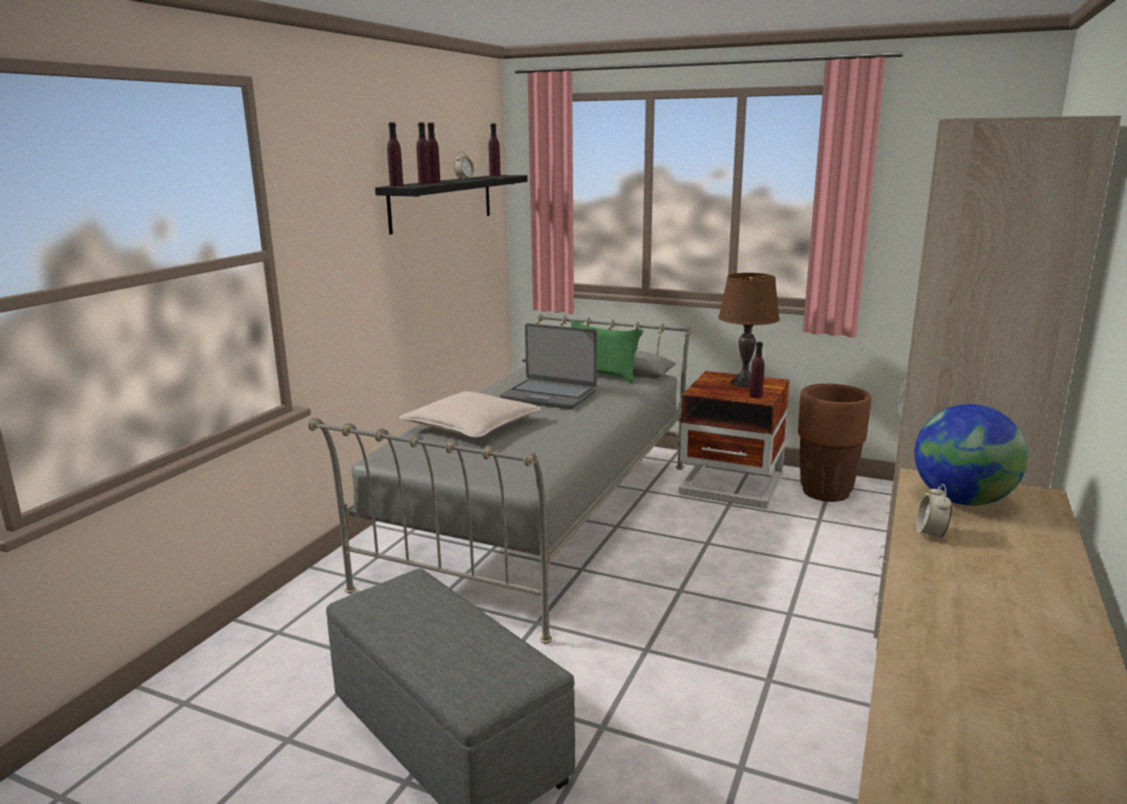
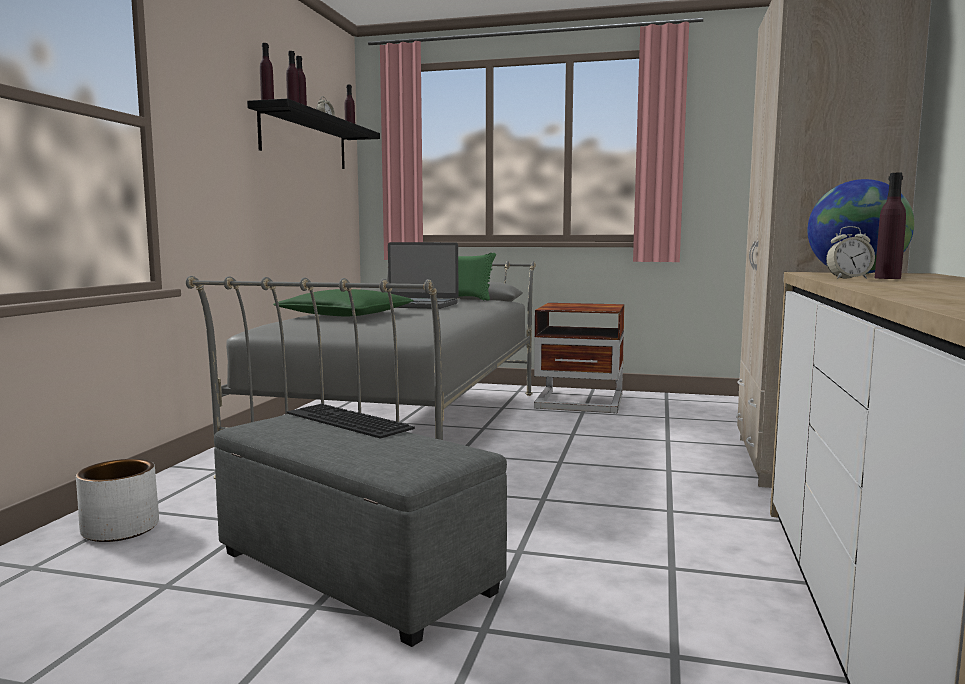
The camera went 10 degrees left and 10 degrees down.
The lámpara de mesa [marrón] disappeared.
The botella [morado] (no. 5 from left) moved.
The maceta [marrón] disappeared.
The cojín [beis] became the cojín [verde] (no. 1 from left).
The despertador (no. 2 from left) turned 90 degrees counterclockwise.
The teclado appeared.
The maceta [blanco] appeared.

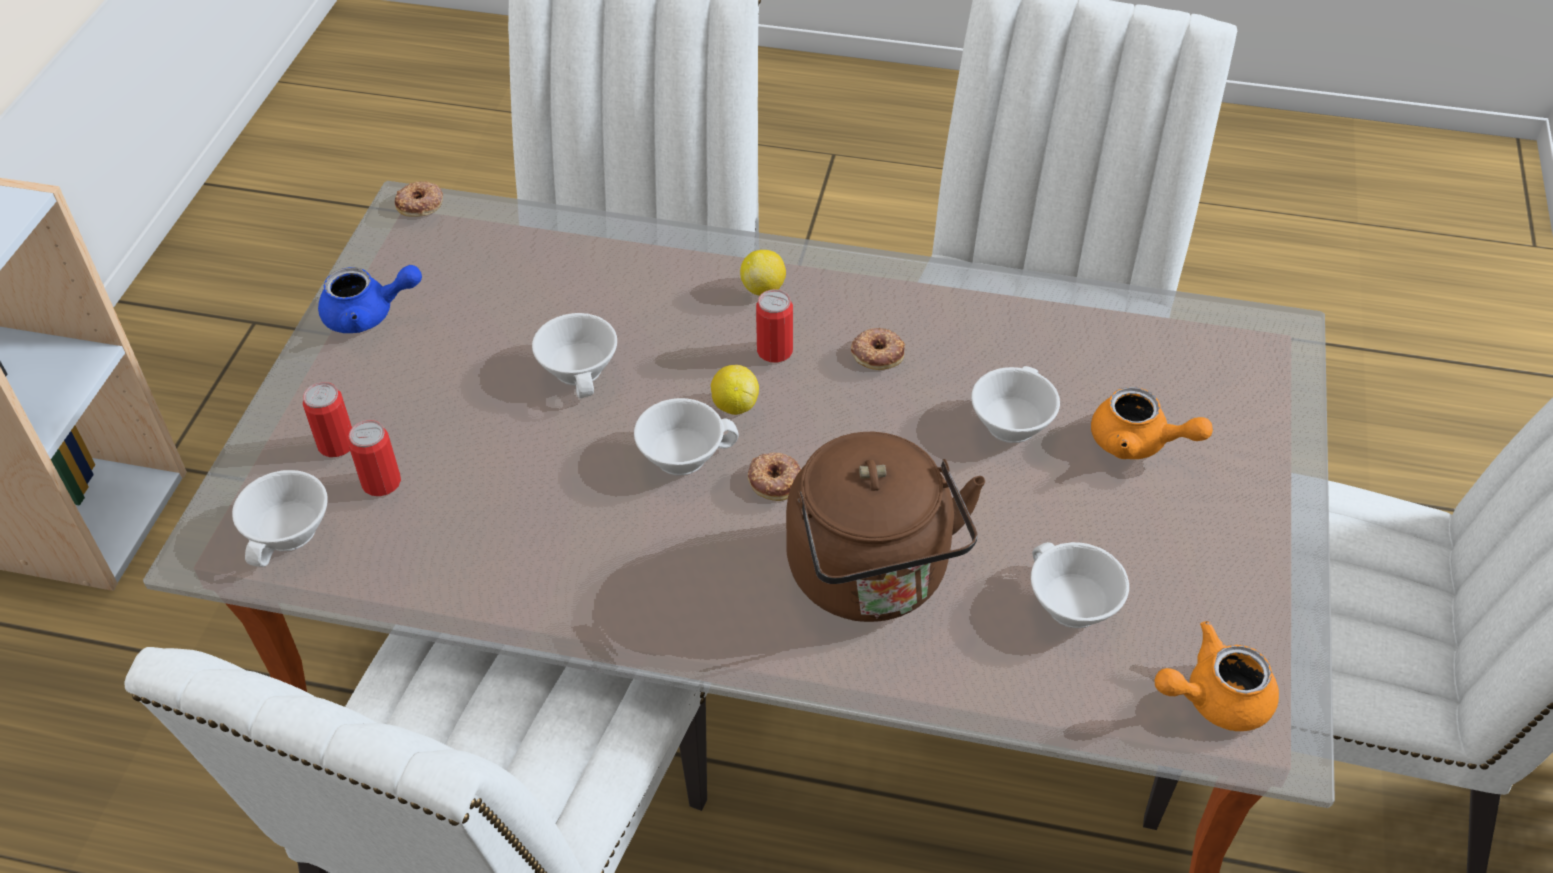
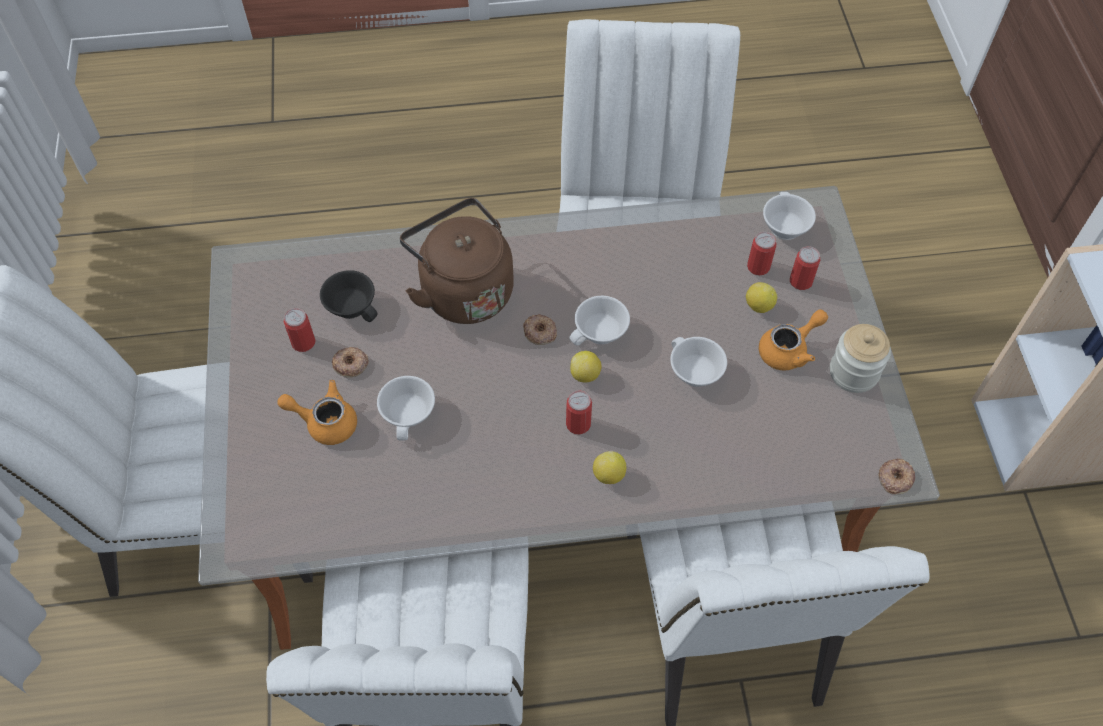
The camera went 160 degrees right and 10 degrees up.
The tetera [azul] was replaced by the tarro.
The rosquilla (no. 3 from left in the first image) moved.
The taza [blanco] (no. 5 from left) became the taza [negro].
The tetera [naranja] (no. 2 from left) moved.
The limón (no. 3 from left) appeared.
The lata (no. 1 from left) appeared.

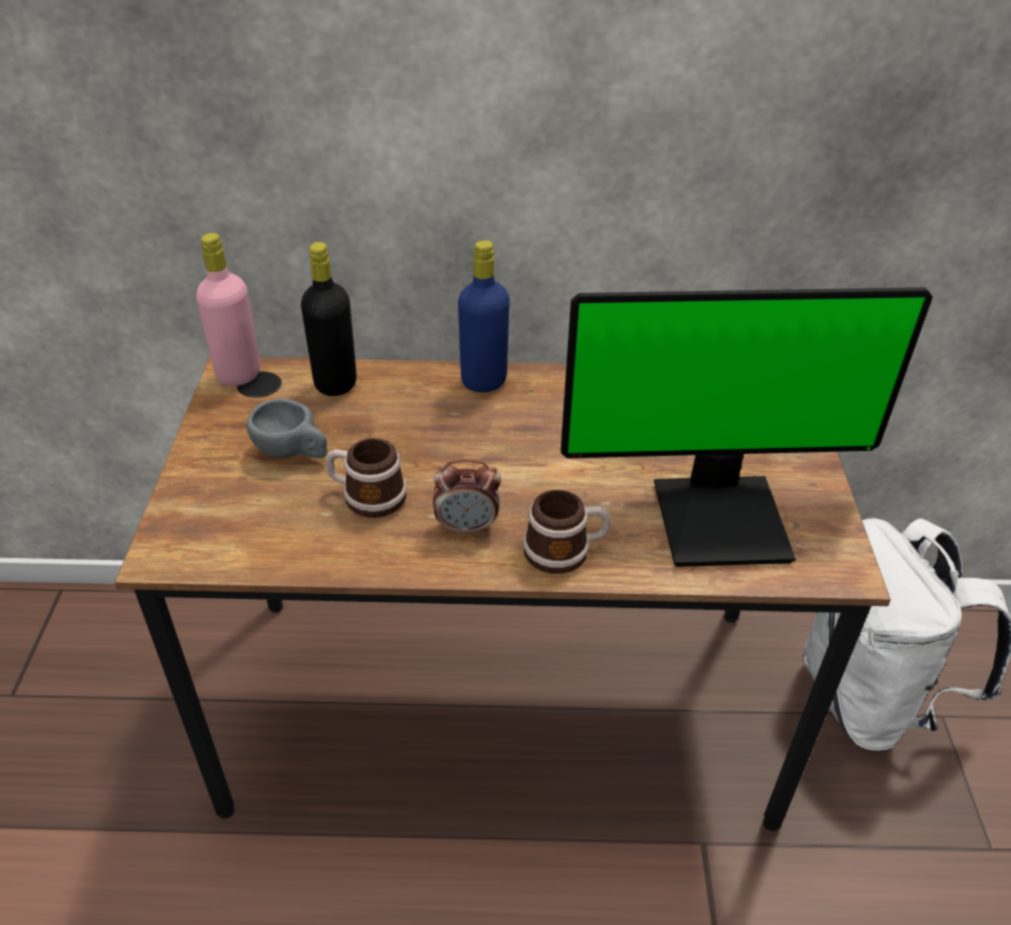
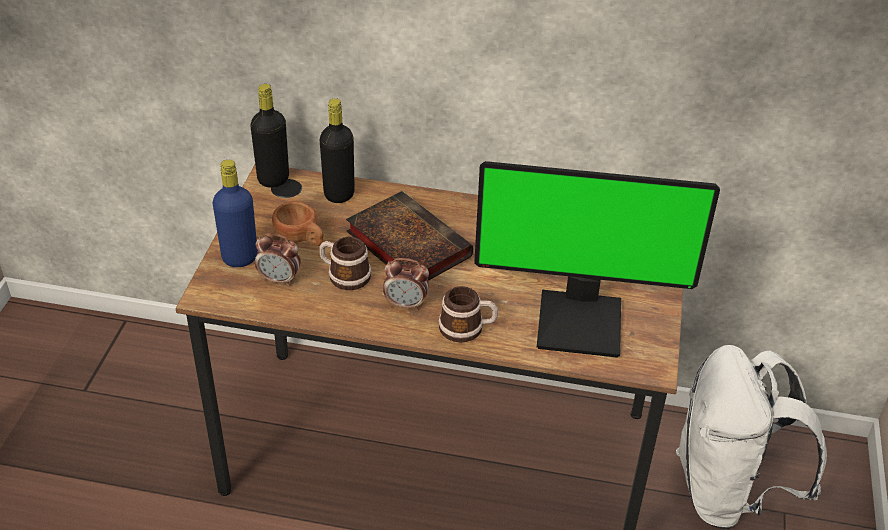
The camera went 10 degrees right and 0 degrees up.
The botella [rosa] became the botella [negro] (no. 1 from left).
The botella [azul] moved.
The taza [gris] became the taza [marrón].
The libro appeared.
The despertador (no. 1 from left) appeared.

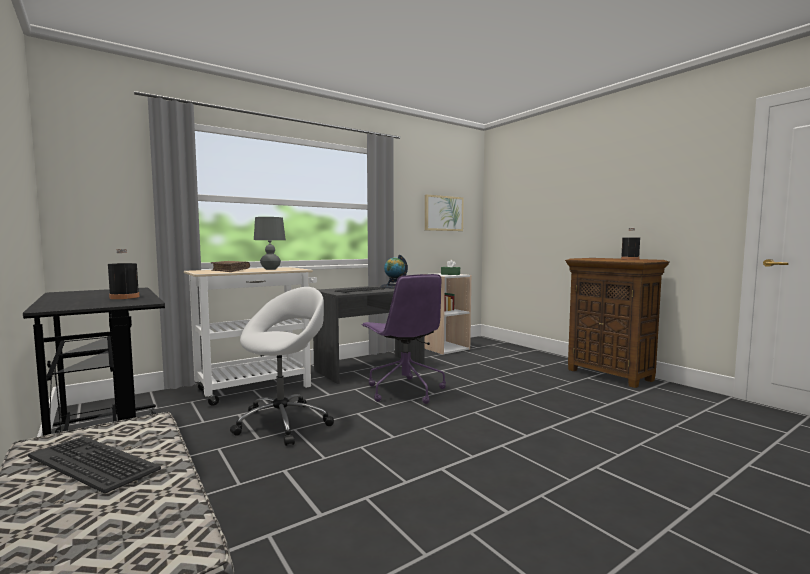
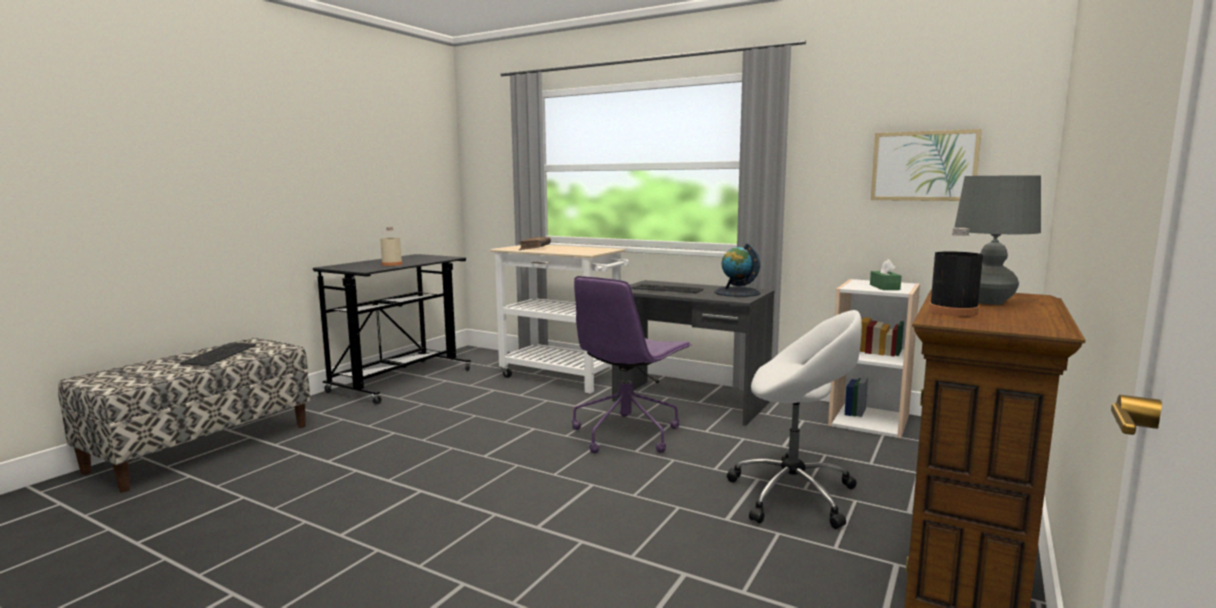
The camera went 65 degrees right and 5 degrees up.
The lámpara de mesa [gris] moved.
The botella [negro] (no. 1 from left) became the botella [beis].
The silla de oficina [blanco] moved.

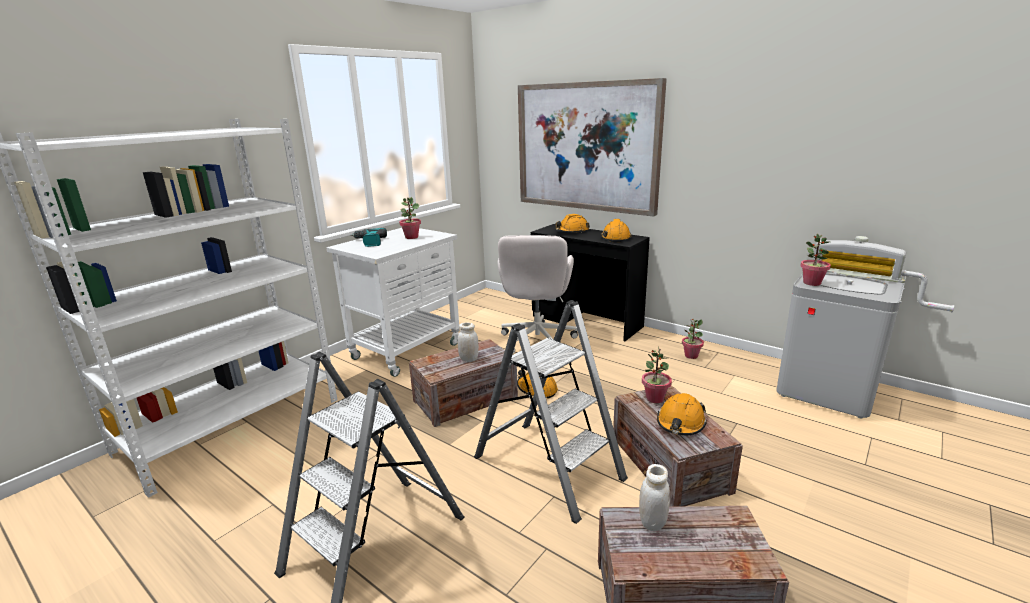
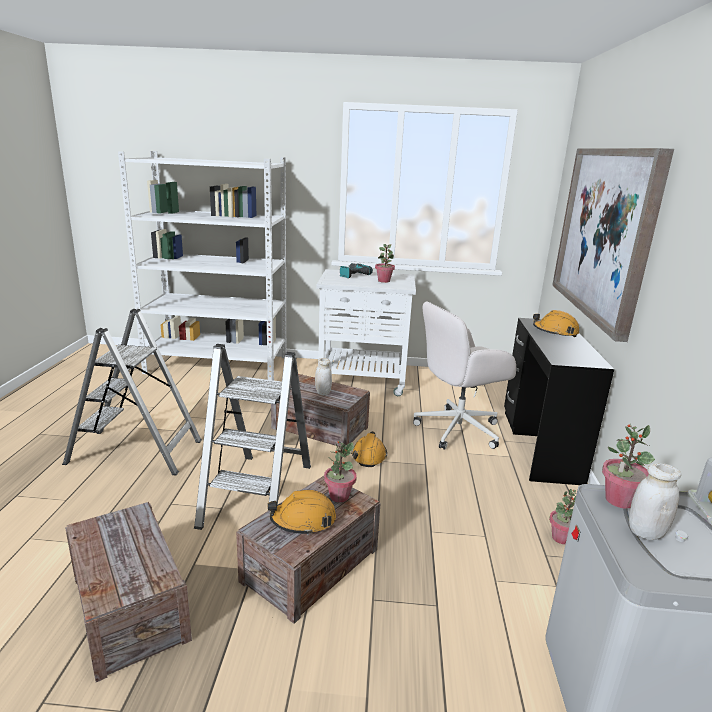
The camera went 55 degrees right and 0 degrees up.
The casco [naranja] (no. 3 from left) disappeared.
The tarro [blanco] (no. 2 from left) moved.

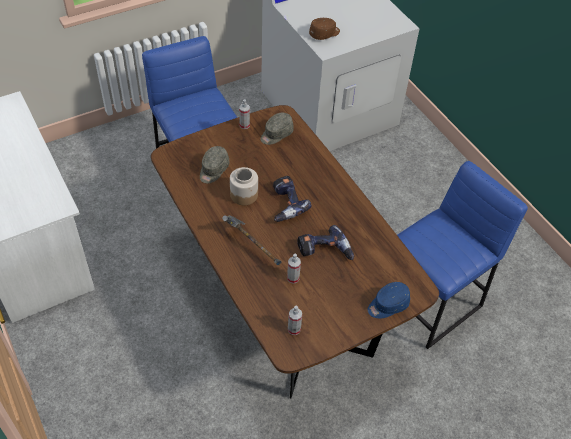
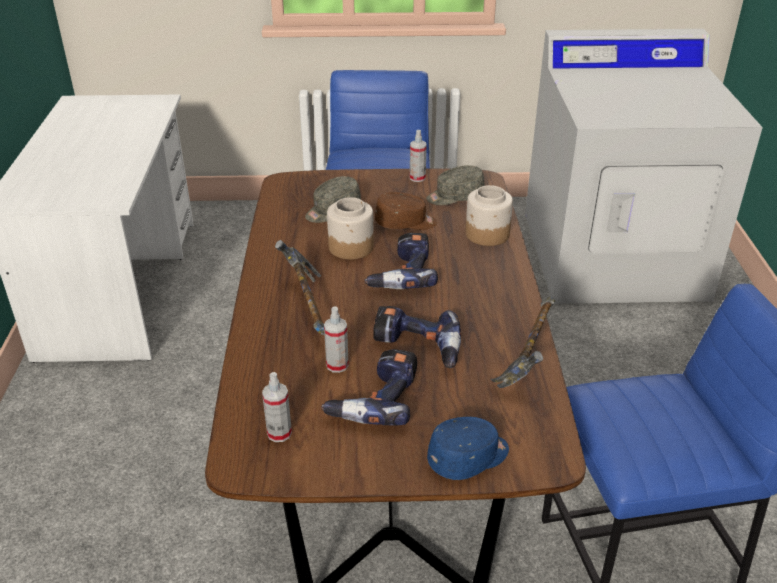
The camera went 30 degrees right and 15 degrees down.
The gorra [marrón] moved.
The gorra [azul] turned 150 degrees clockwise.
The tarro (no. 2 from left) appeared.
The martillo (no. 2 from left) appeared.
The taladro (no. 1 from left) appeared.

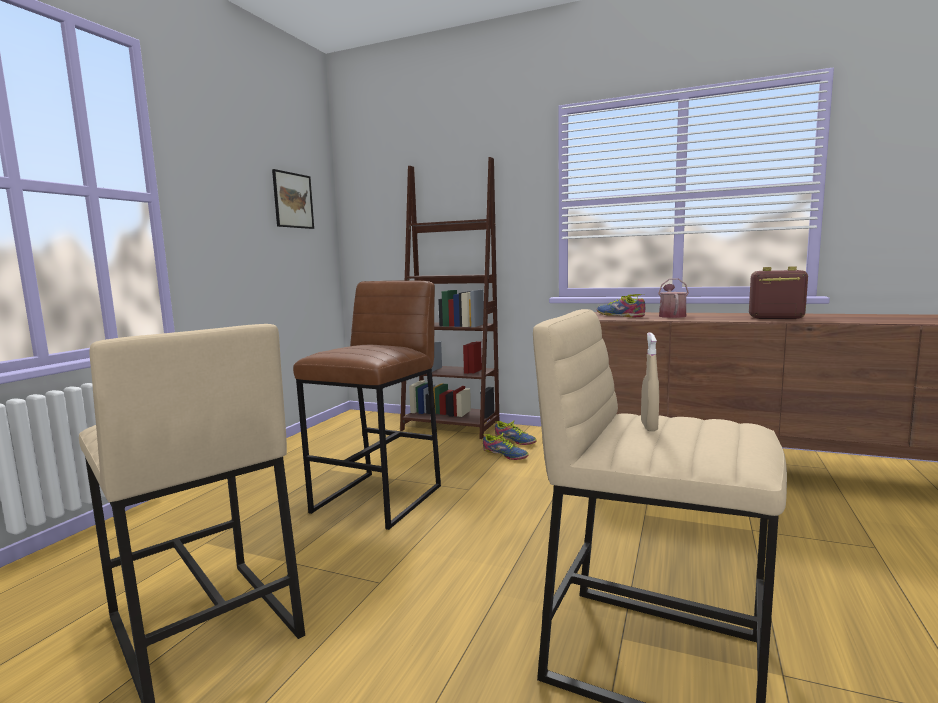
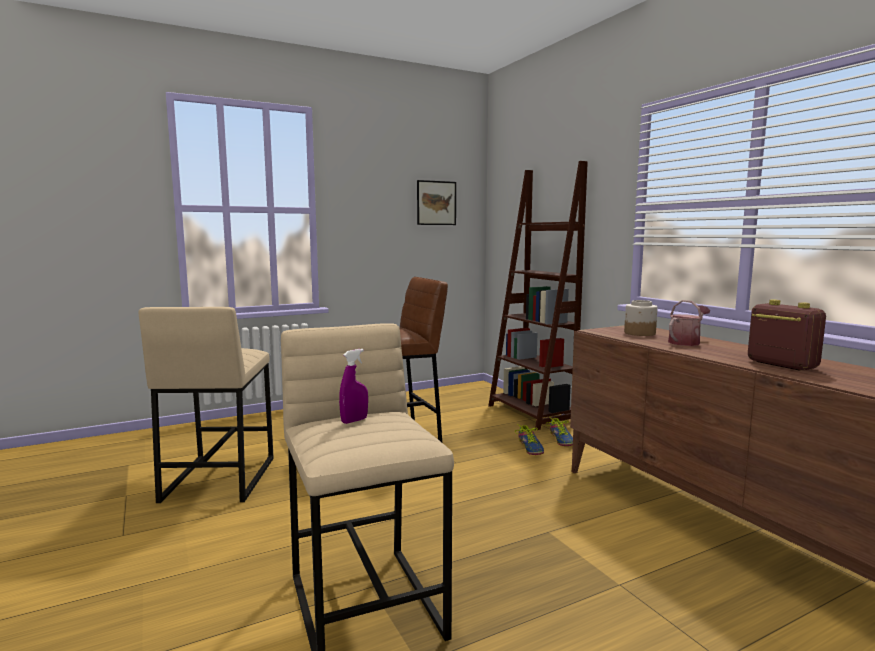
The camera went 40 degrees right and 0 degrees up.
The zapato (no. 3 from left) was replaced by the tarro.
The pulverizador [beis] became the pulverizador [morado].

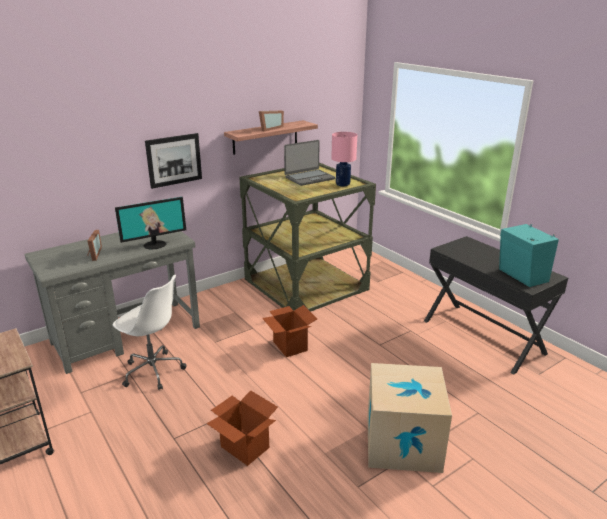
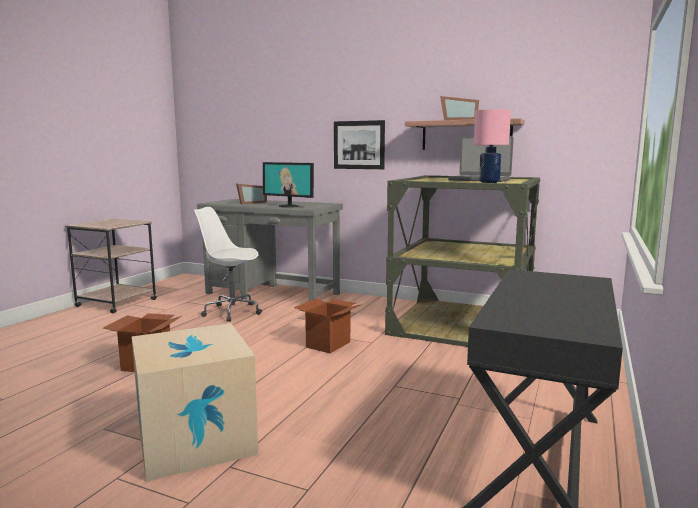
The camera went 60 degrees right and 15 degrees down.
The altavoz [turquesa] disappeared.
The silla de oficina [blanco] turned 105 degrees clockwise.

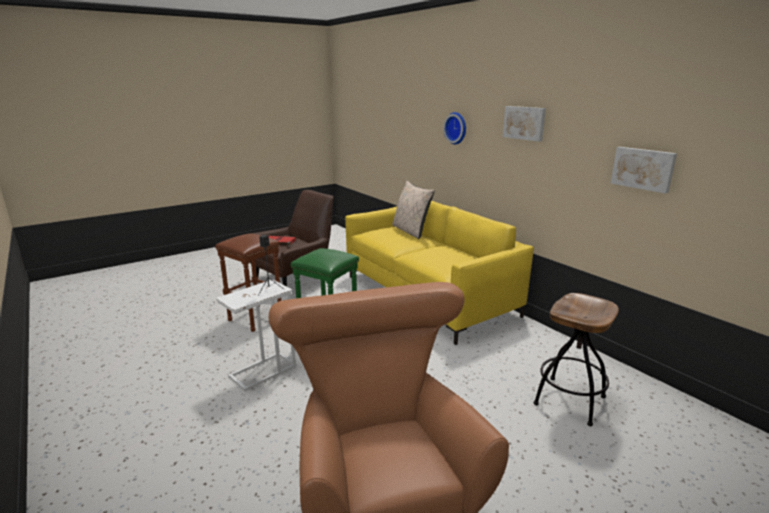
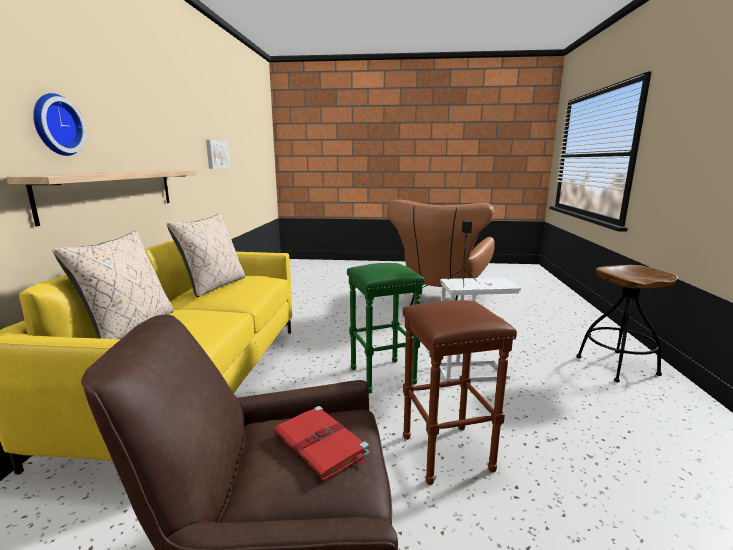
The camera went 140 degrees left and 5 degrees down.
The cuadro (no. 1 from left) disappeared.
The taburete [marrón] (no. 2 from left) moved.
The estante appeared.
The cojín [beis] (no. 2 from left) appeared.

